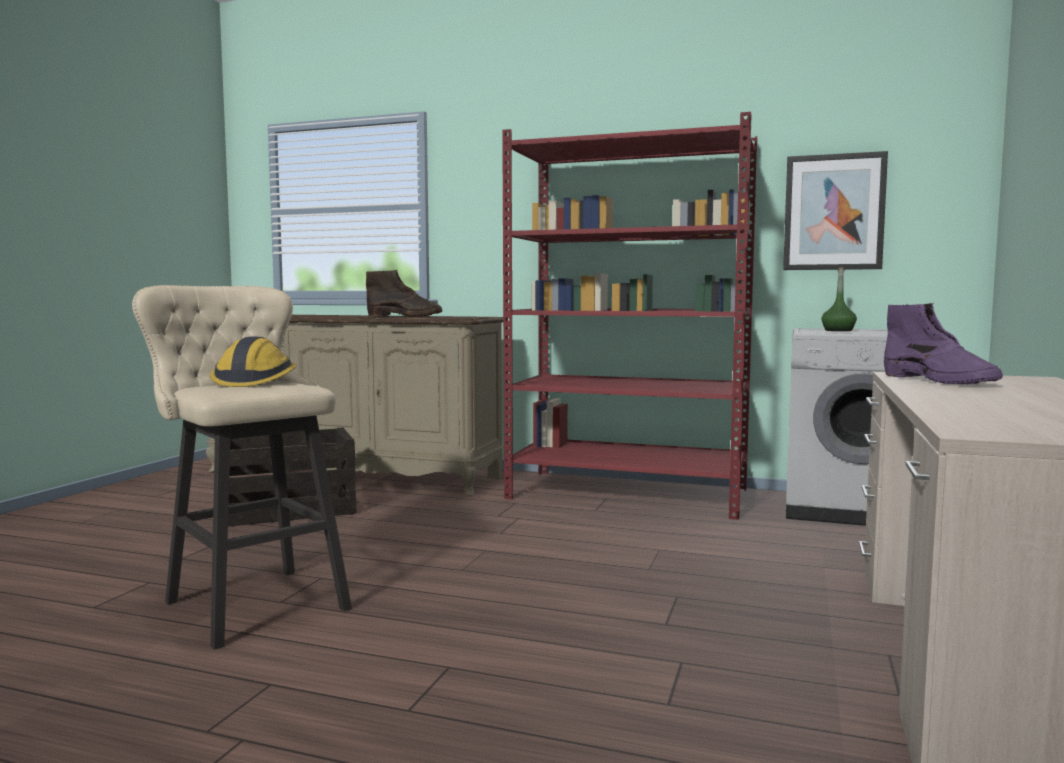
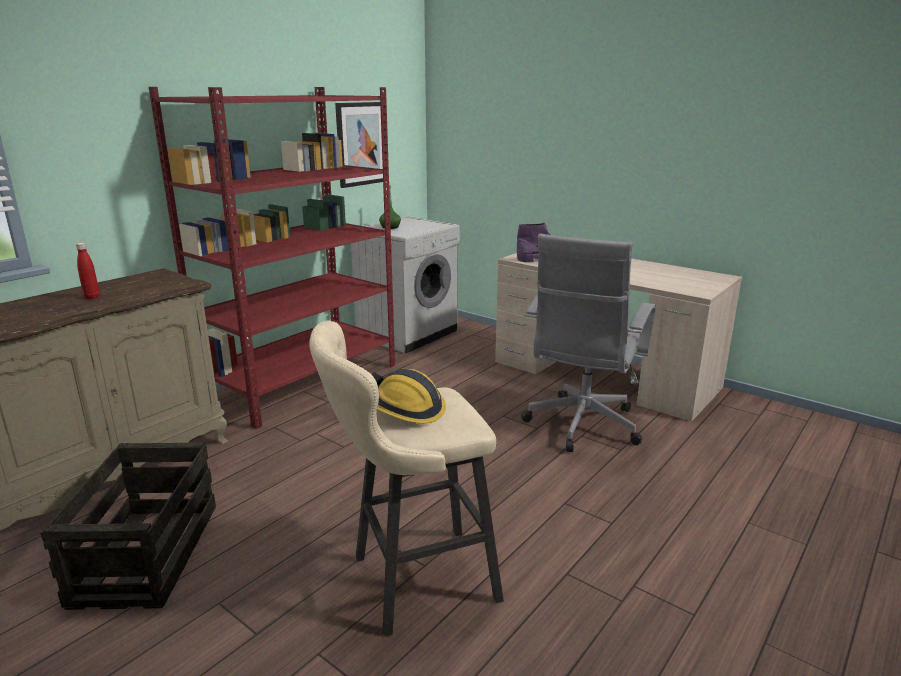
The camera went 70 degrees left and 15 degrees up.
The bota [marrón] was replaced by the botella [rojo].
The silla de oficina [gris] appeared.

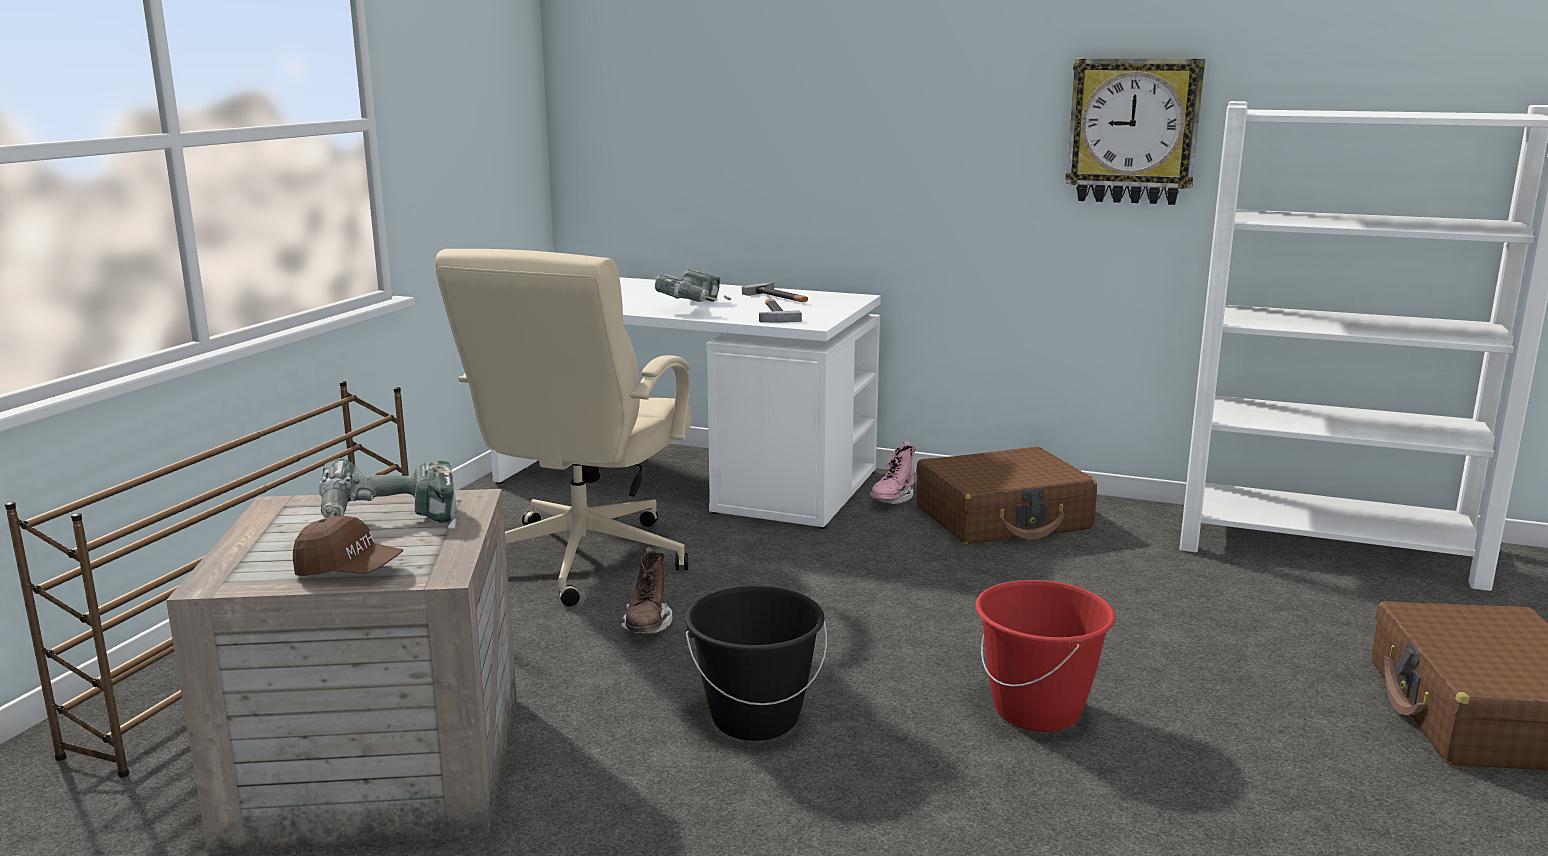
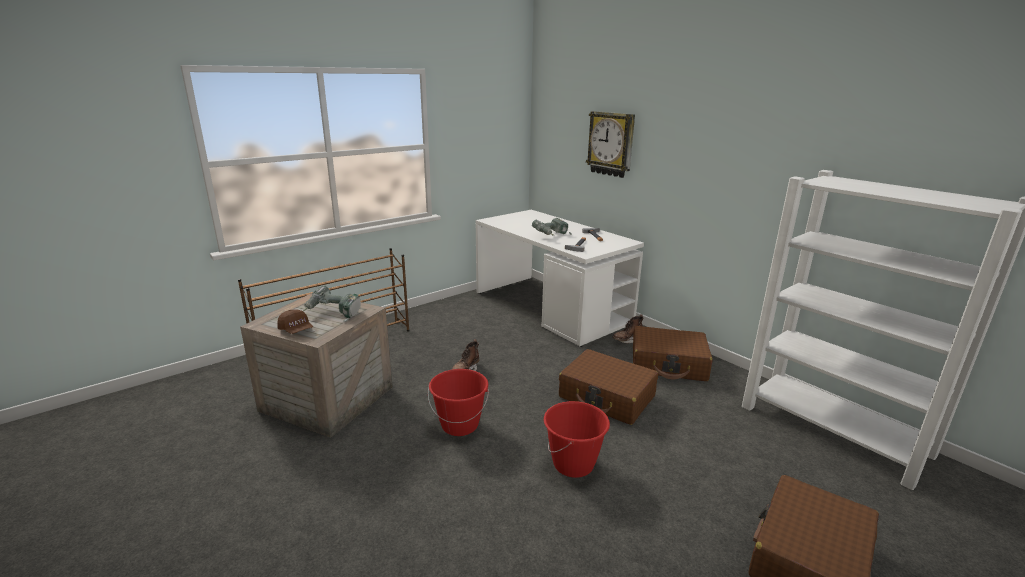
The camera went 30 degrees right and 5 degrees up.
The reloj de pared moved.
The silla de oficina [beis] disappeared.
The bota [rosa] became the bota [marrón] (no. 2 from left).
The cubo [negro] became the cubo [rojo] (no. 1 from left).
The maleta [marrón] (no. 1 from left) appeared.

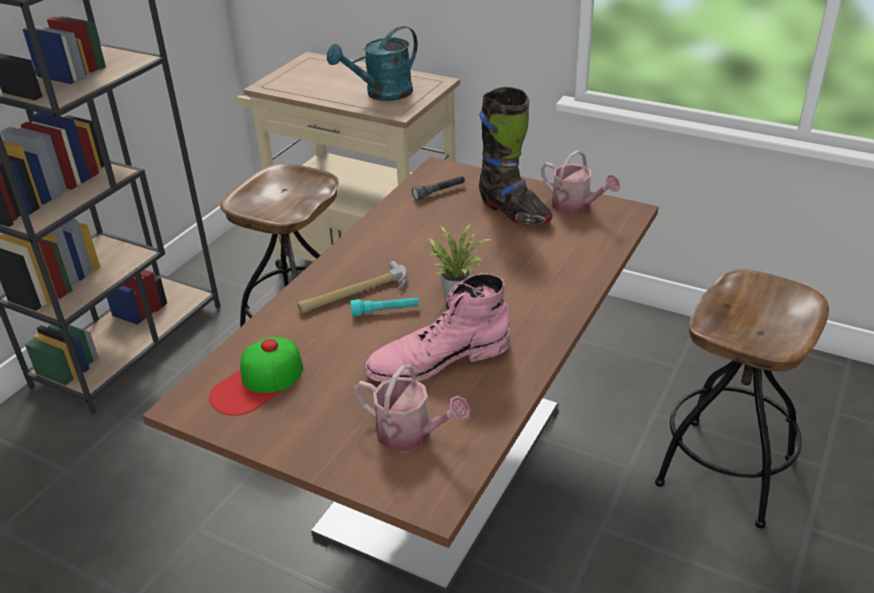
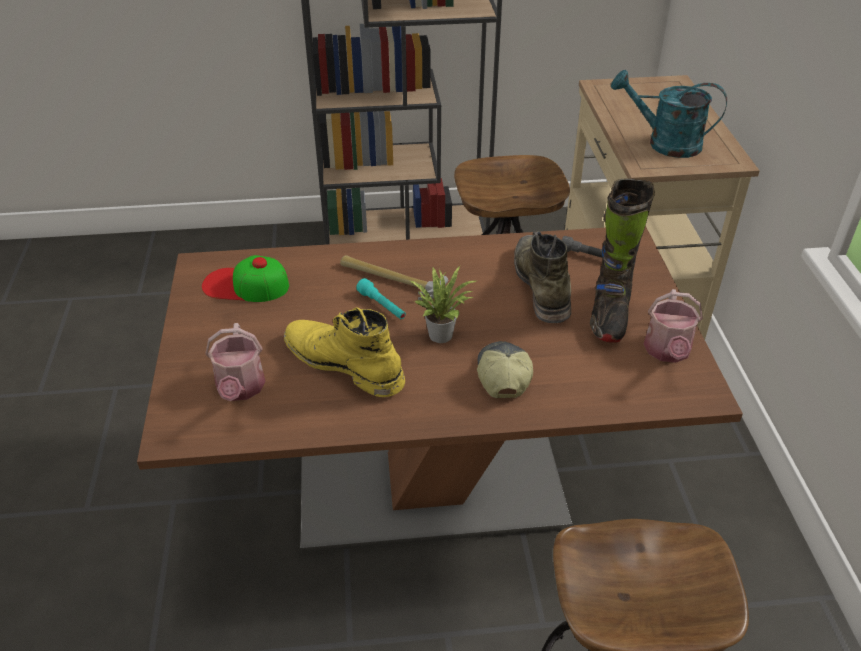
The camera went 55 degrees right and 5 degrees up.
The bota [rosa] became the bota [amarillo].
The bota [verde] appeared.
The gorra (no. 2 from left) appeared.

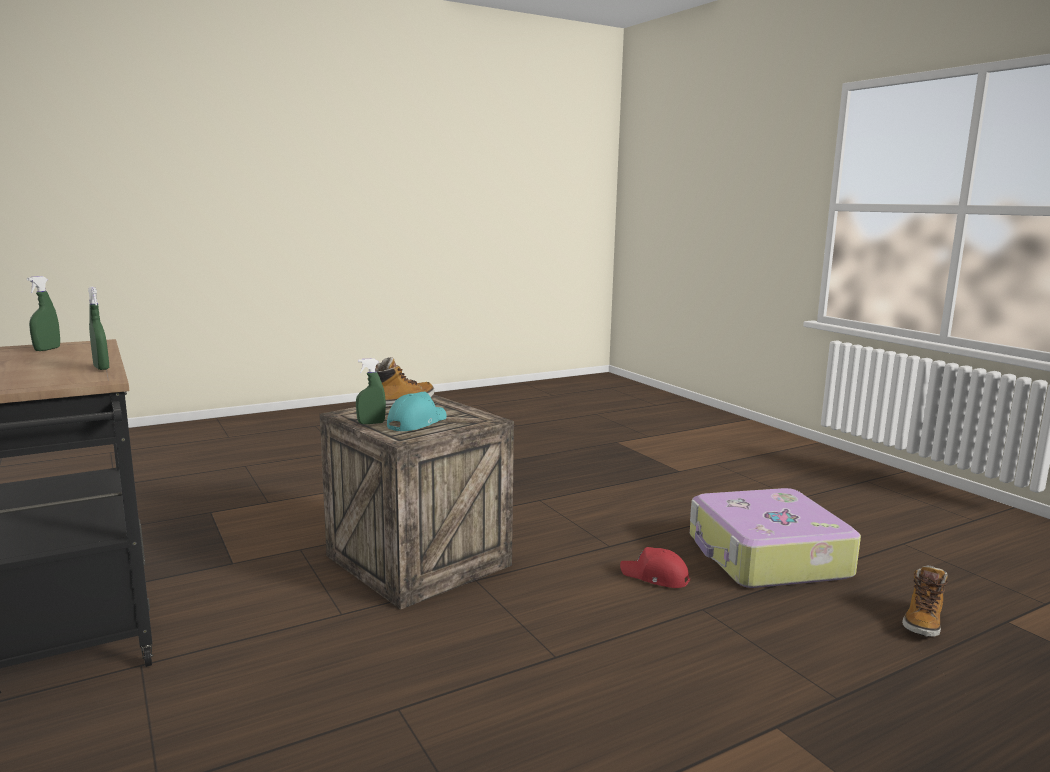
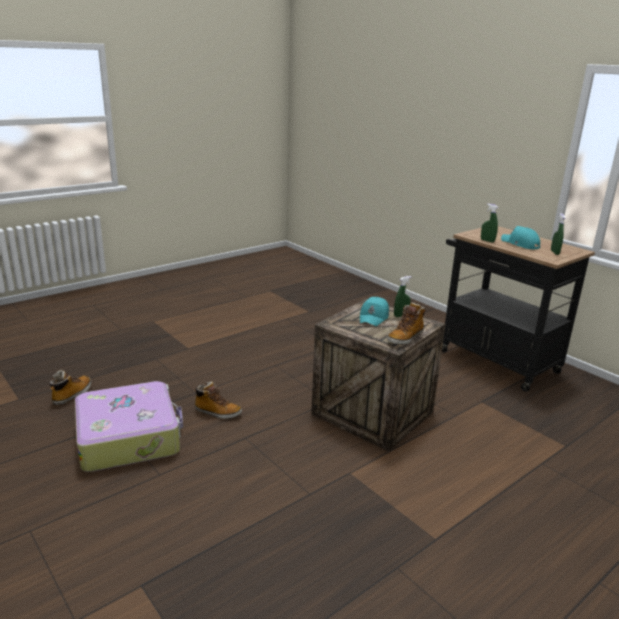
The camera went 170 degrees right and 10 degrees up.
The gorra [rojo] was replaced by the bota (no. 2 from left).
The gorra [turquesa] (no. 2 from left) appeared.

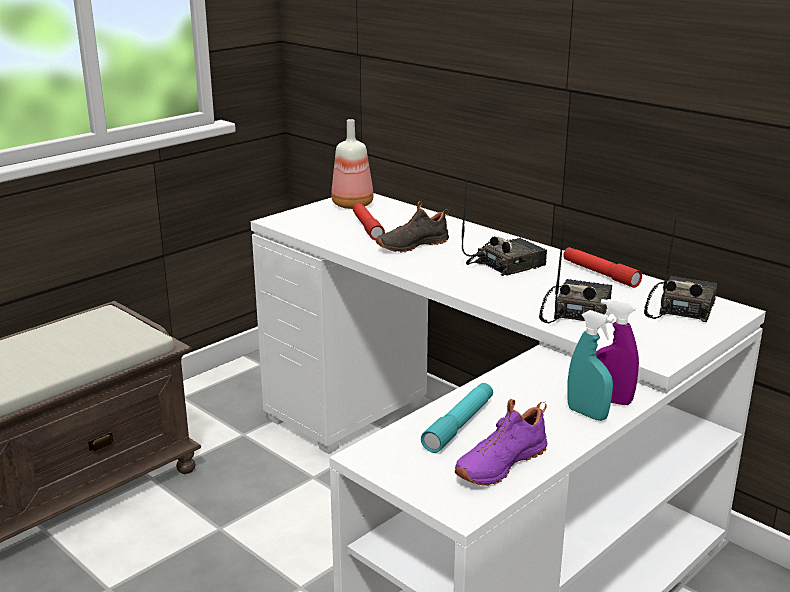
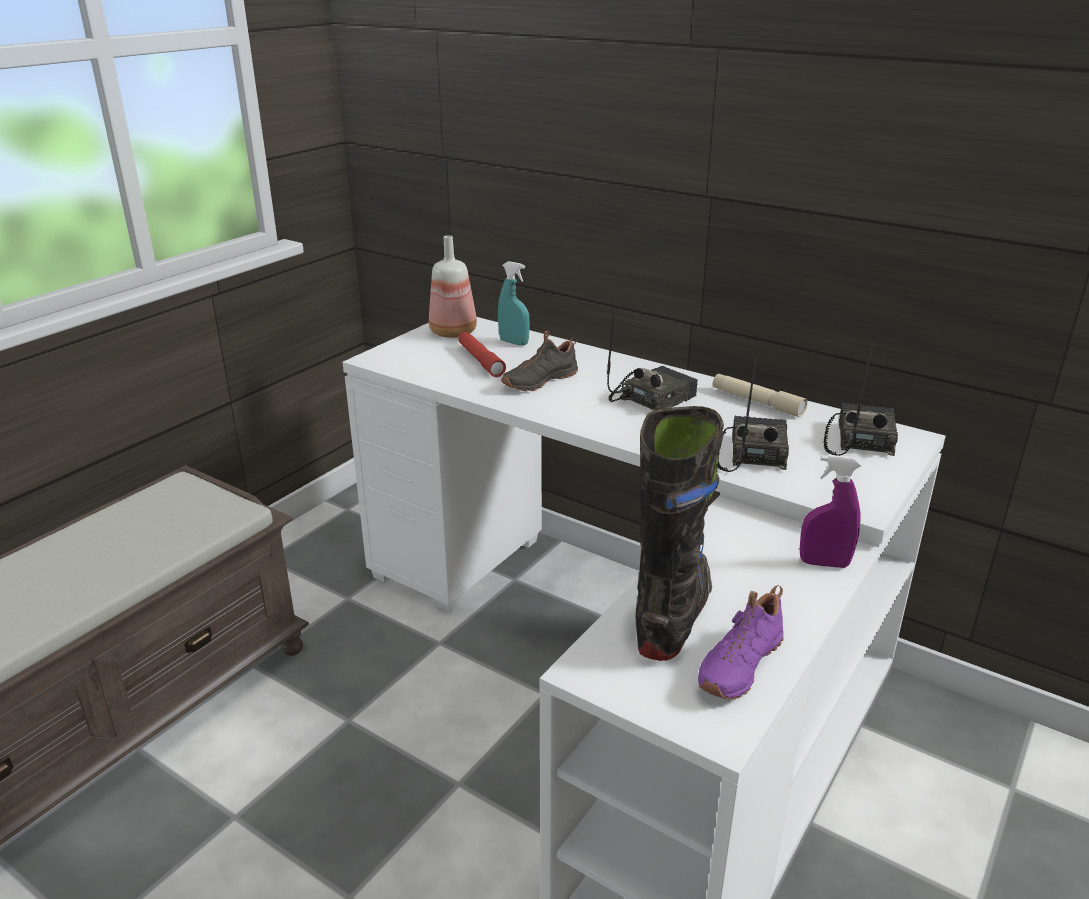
The camera went 10 degrees left and 5 degrees up.
The linterna [rojo] (no. 2 from left) became the linterna [beis].
The pulverizador [turquesa] moved.
The linterna [turquesa] was replaced by the bota [negro].

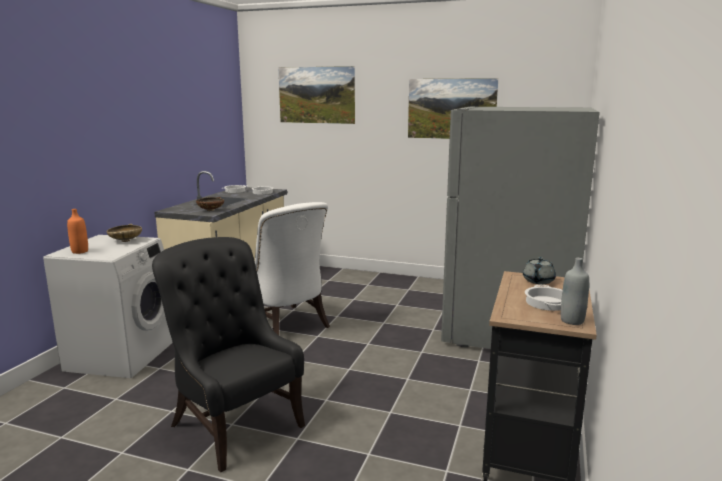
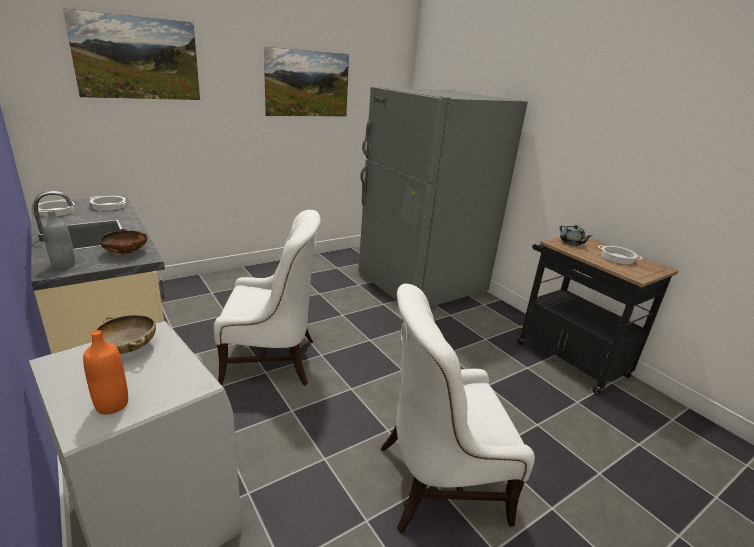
The camera went 55 degrees left and 10 degrees up.
The silla [negro] became the silla [blanco] (no. 2 from left).
The botella [gris] moved.

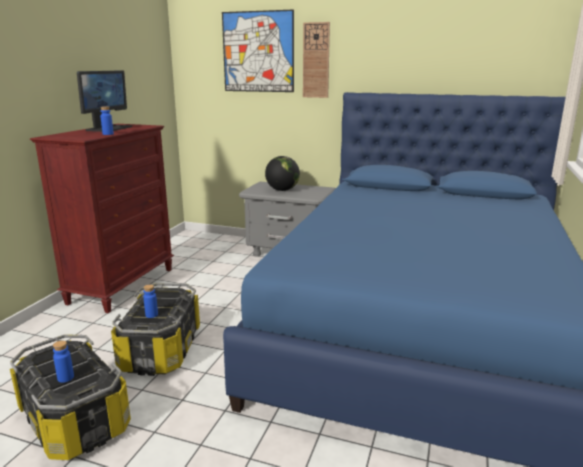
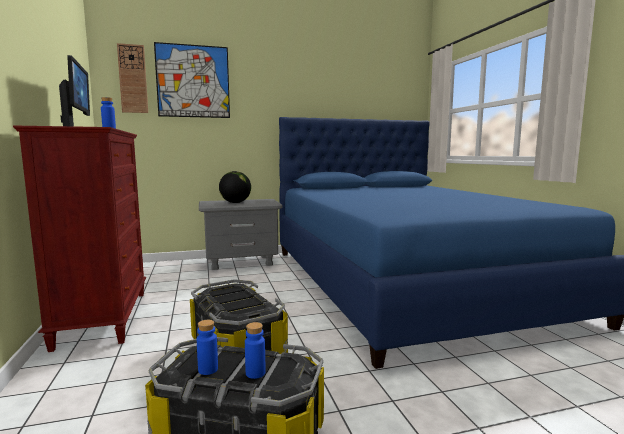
The camera went 35 degrees left and 10 degrees down.
The reloj de pared moved.
The botella [azul] (no. 3 from left in the first image) moved.

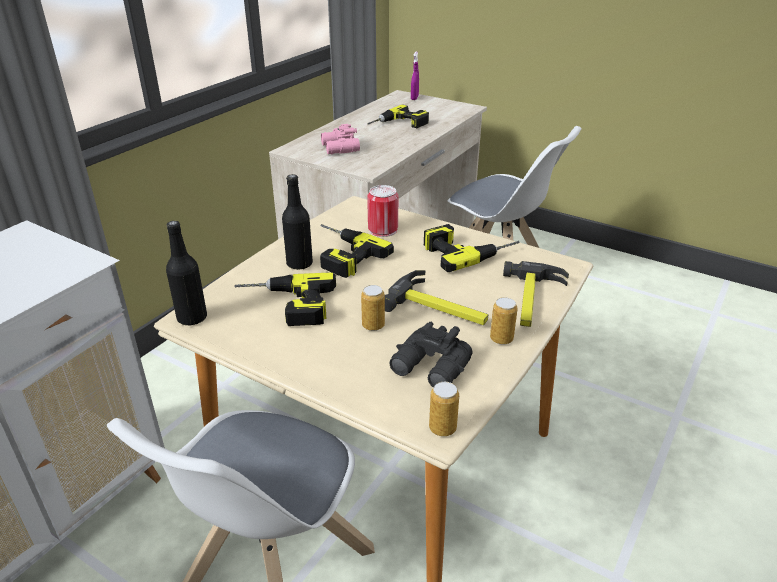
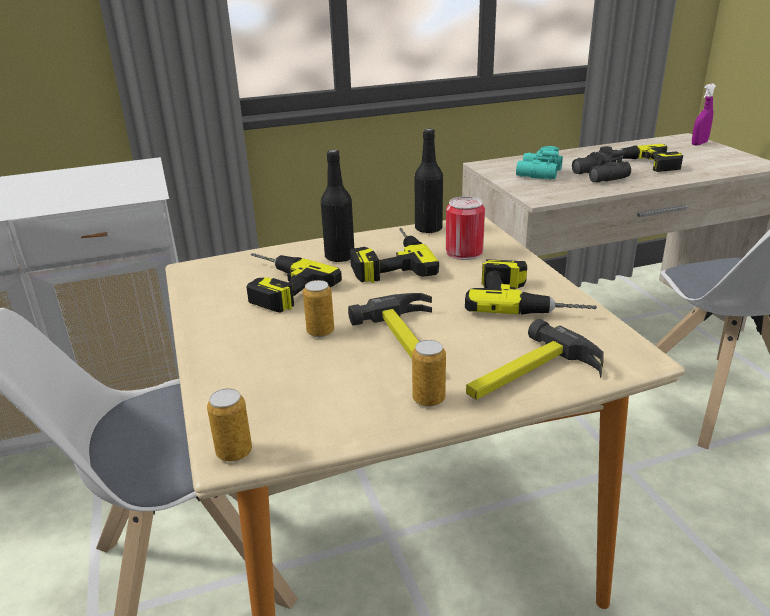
The camera went 40 degrees right and 5 degrees down.
The prismáticos [rosa] became the prismáticos [turquesa].
The botella [negro] (no. 1 from left in the first image) moved.
The prismáticos [negro] moved.

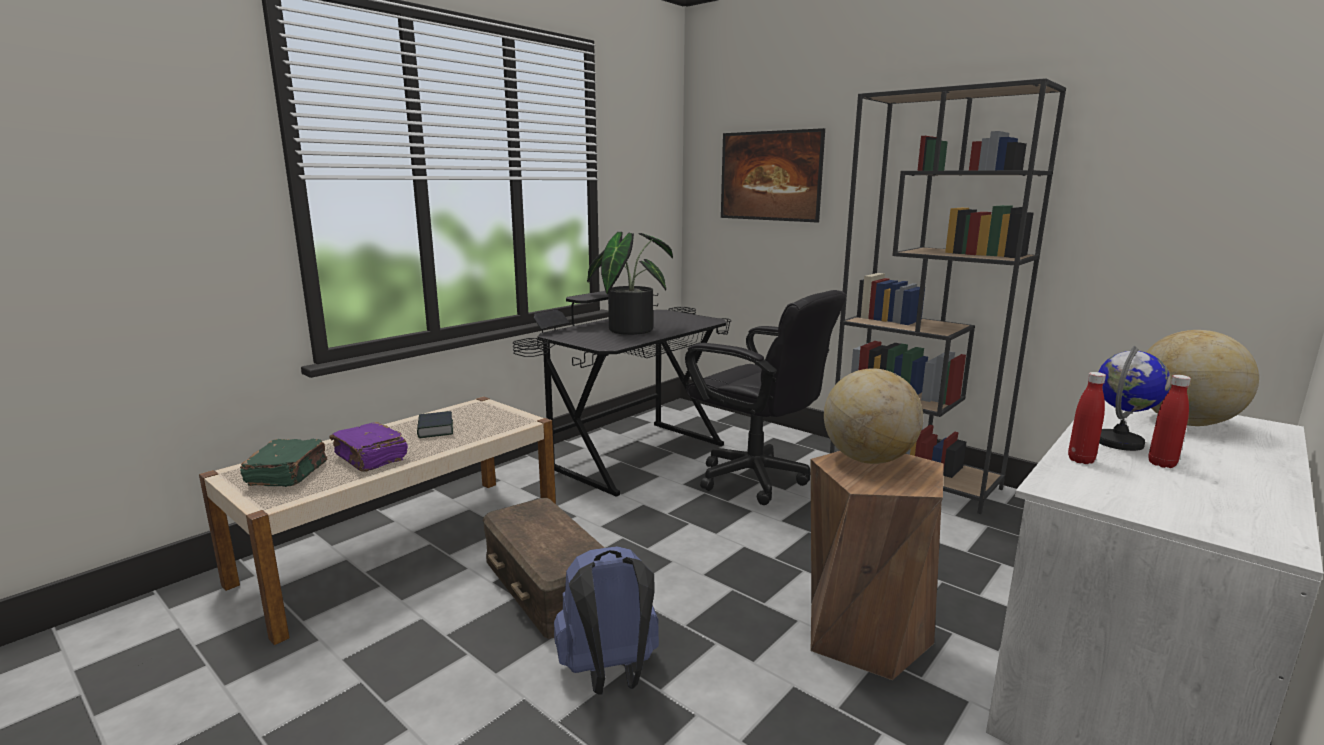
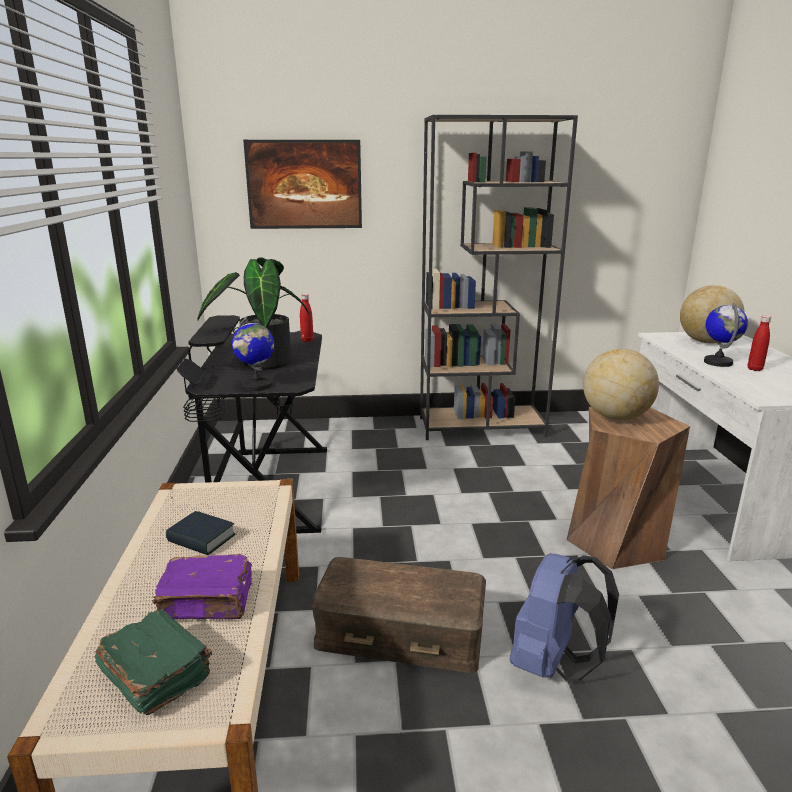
The camera went 45 degrees left and 5 degrees up.
The silla de oficina [negro] disappeared.
The botella [rojo] (no. 1 from left) moved.
The globo terráqueo (no. 1 from left) appeared.

